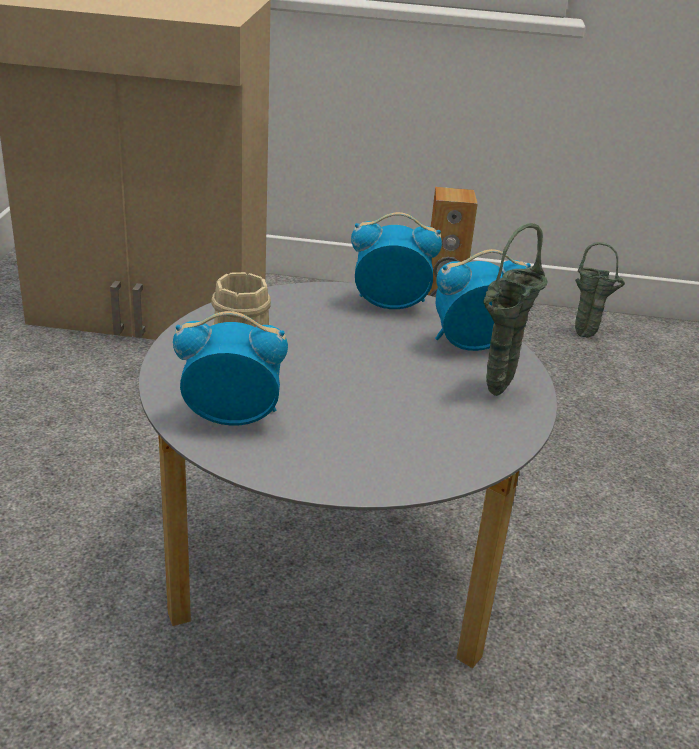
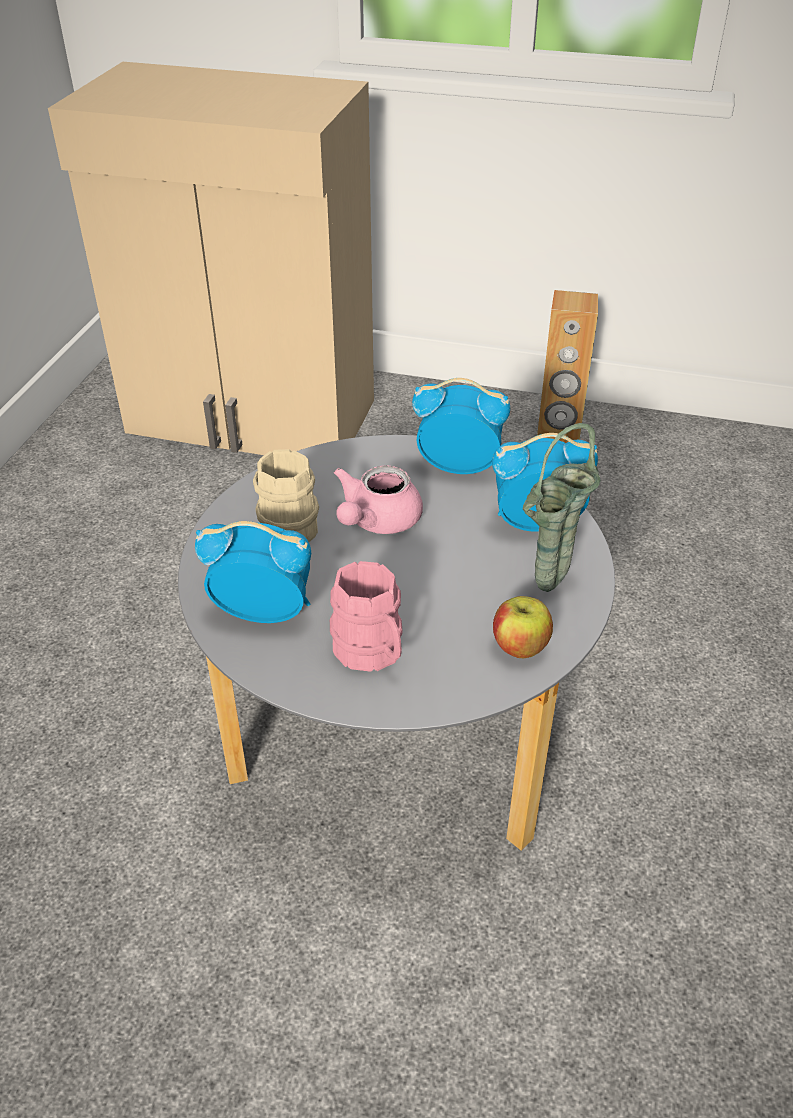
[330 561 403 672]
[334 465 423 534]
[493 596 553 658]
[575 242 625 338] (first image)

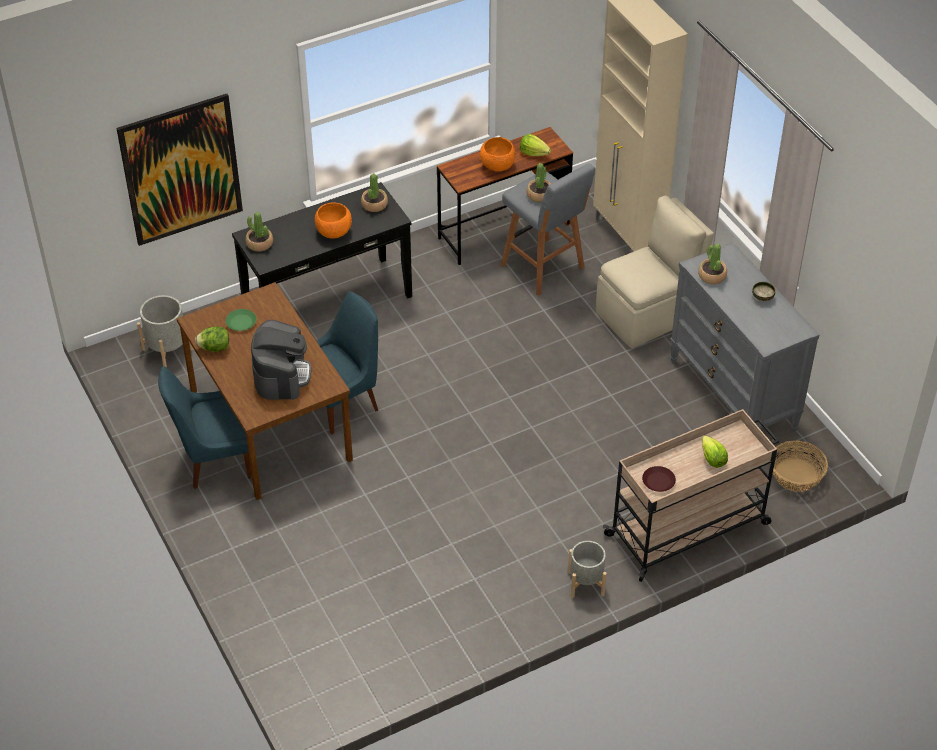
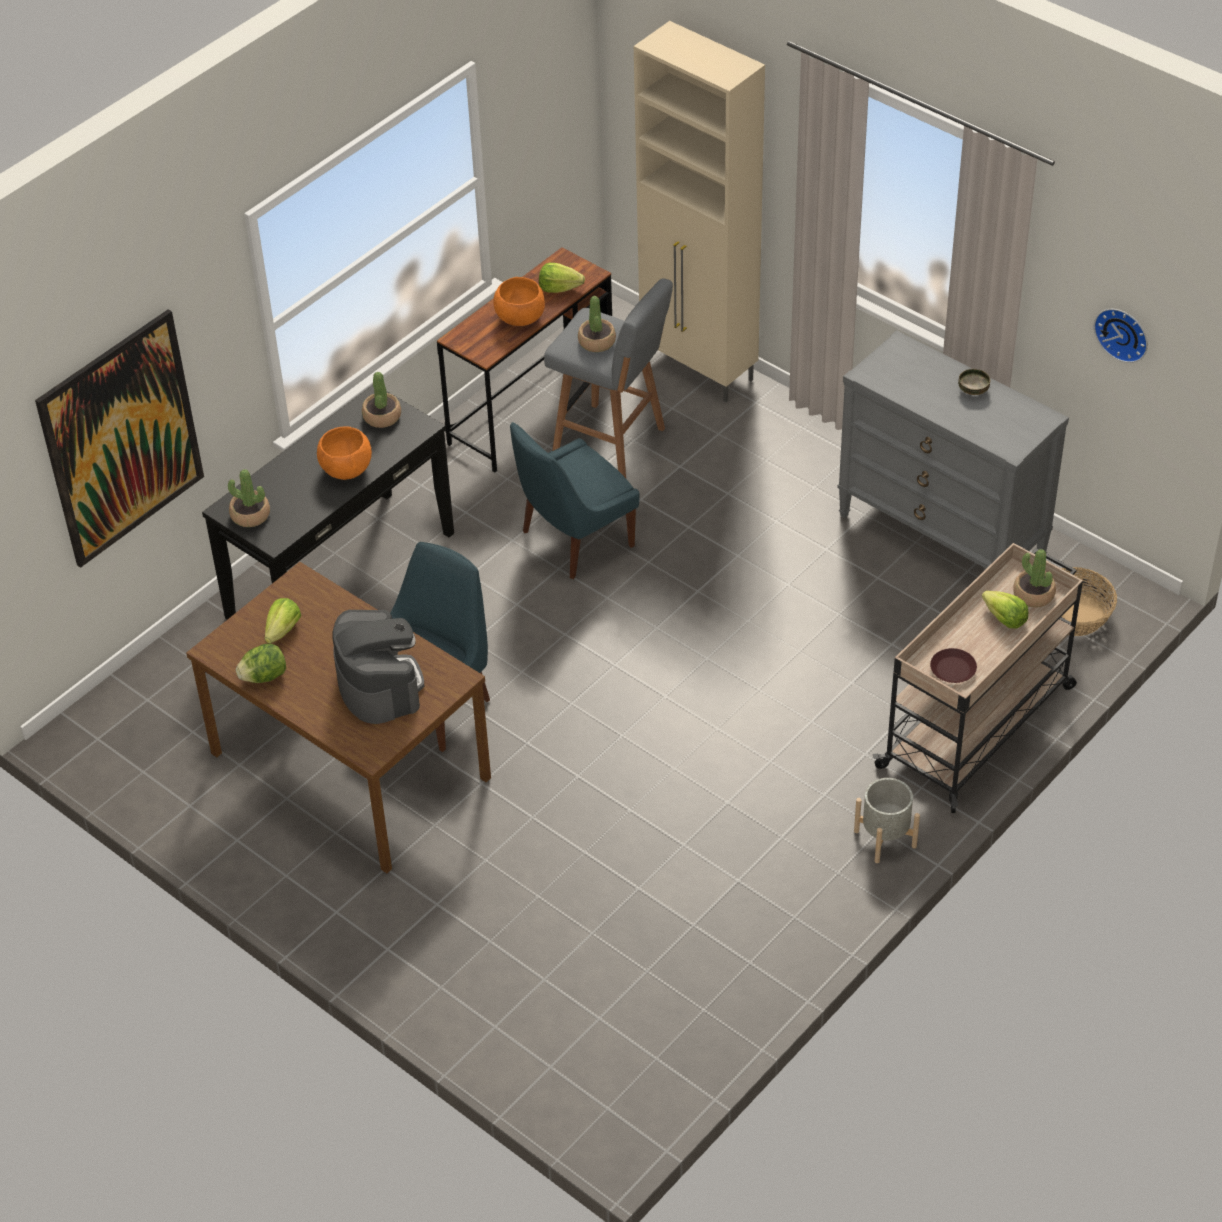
[265 598 301 644]
[510 422 640 579]
[1013 549 1056 607]
[1094 309 1148 363]
[137 295 194 368] (first image)
[596 196 714 349] (first image)

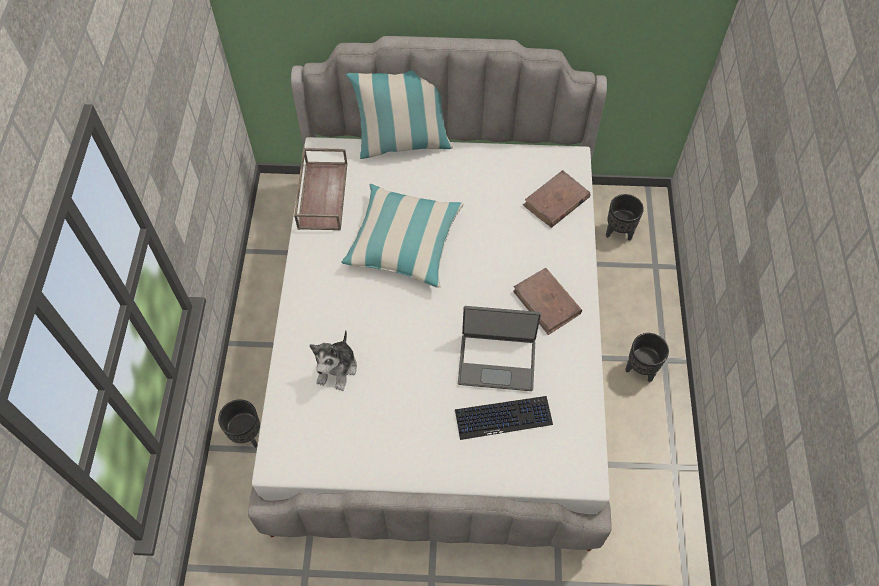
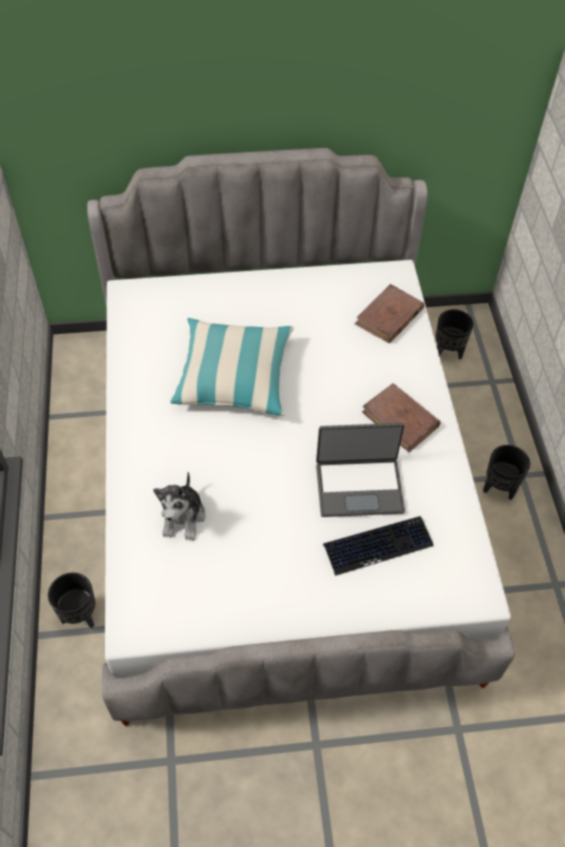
[294 148 347 231] (first image)
[346 70 453 159] (first image)

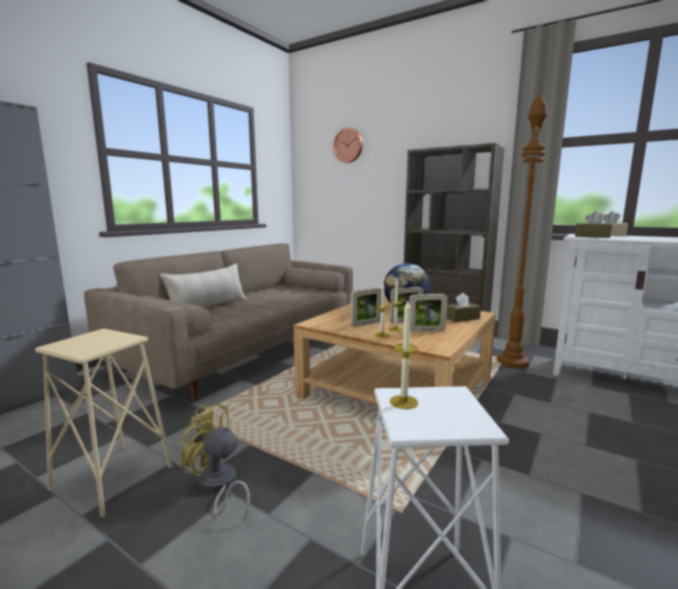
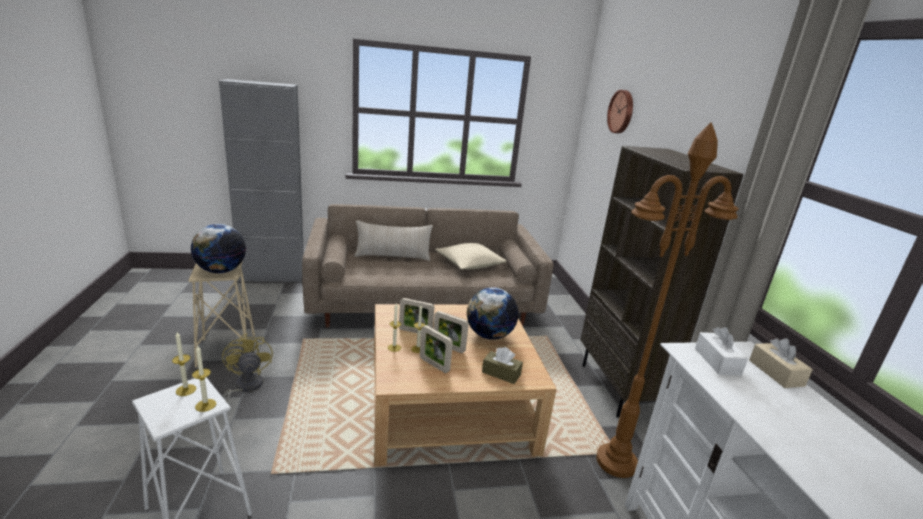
[191 224 246 273]
[192 346 216 412]
[436 243 506 269]
[695 327 748 376]

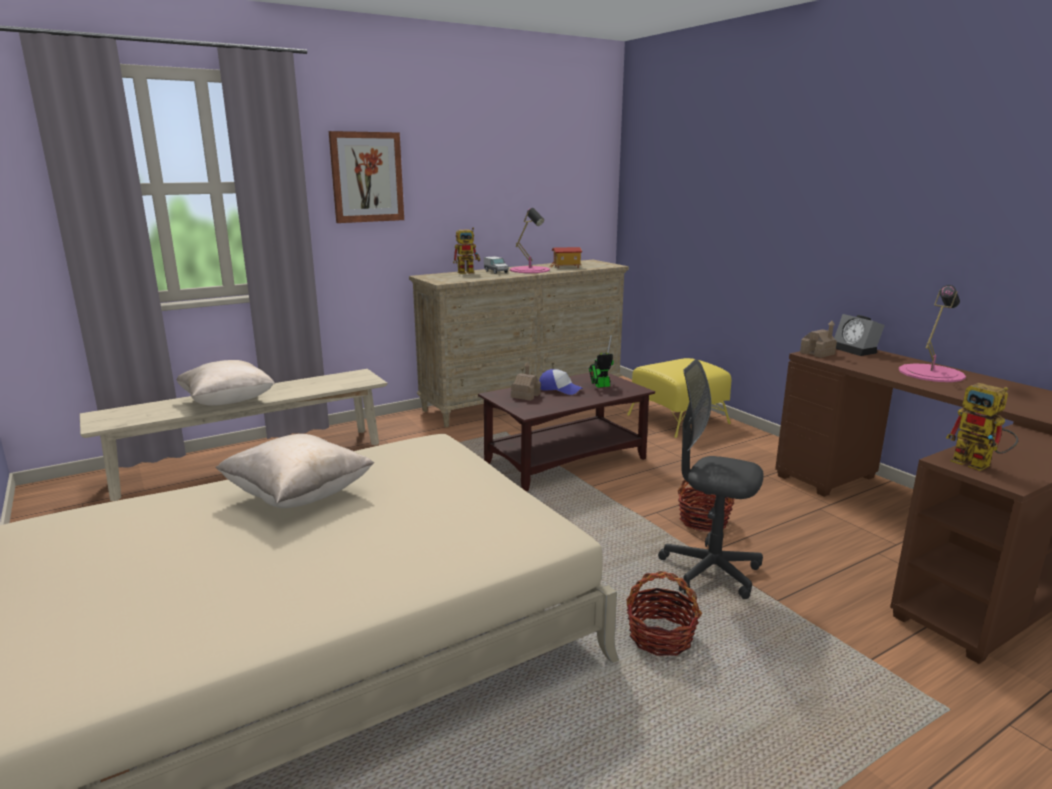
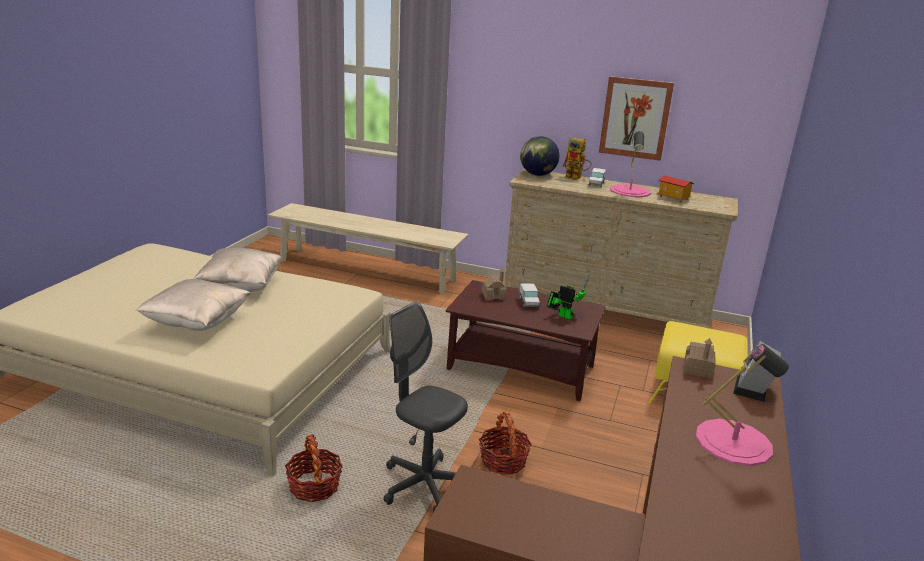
[136 279 251 331]
[384 302 468 512]
[519 283 540 308]
[520 136 559 176]
[599 76 674 161]
[946 383 1019 471] (first image)

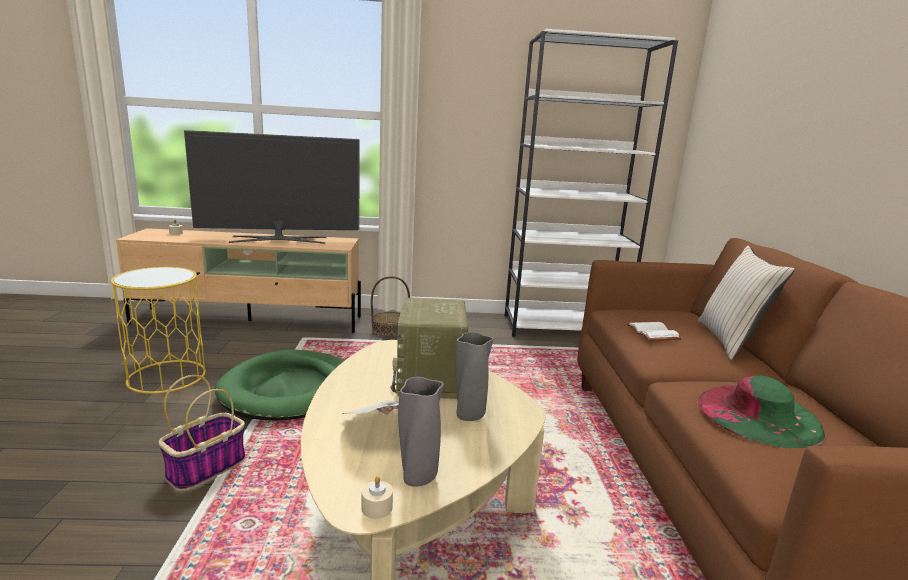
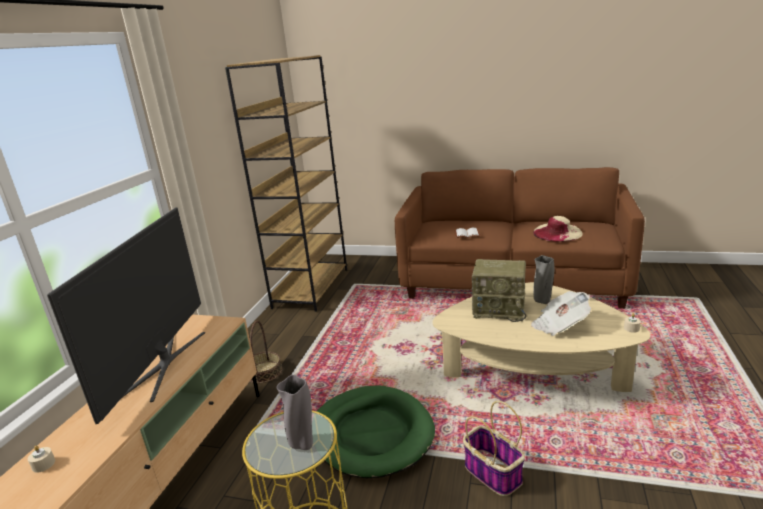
[225 55 347 312]
[277 375 313 450]
[533 216 583 241]
[698 246 795 360] (first image)

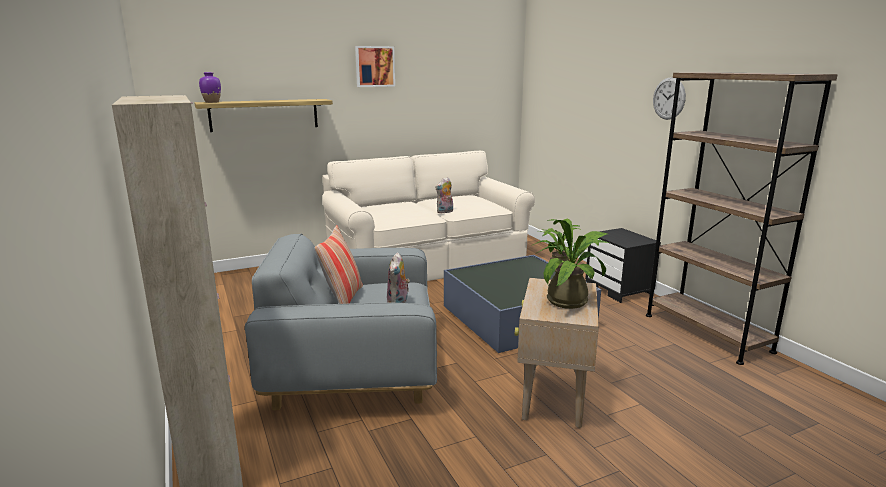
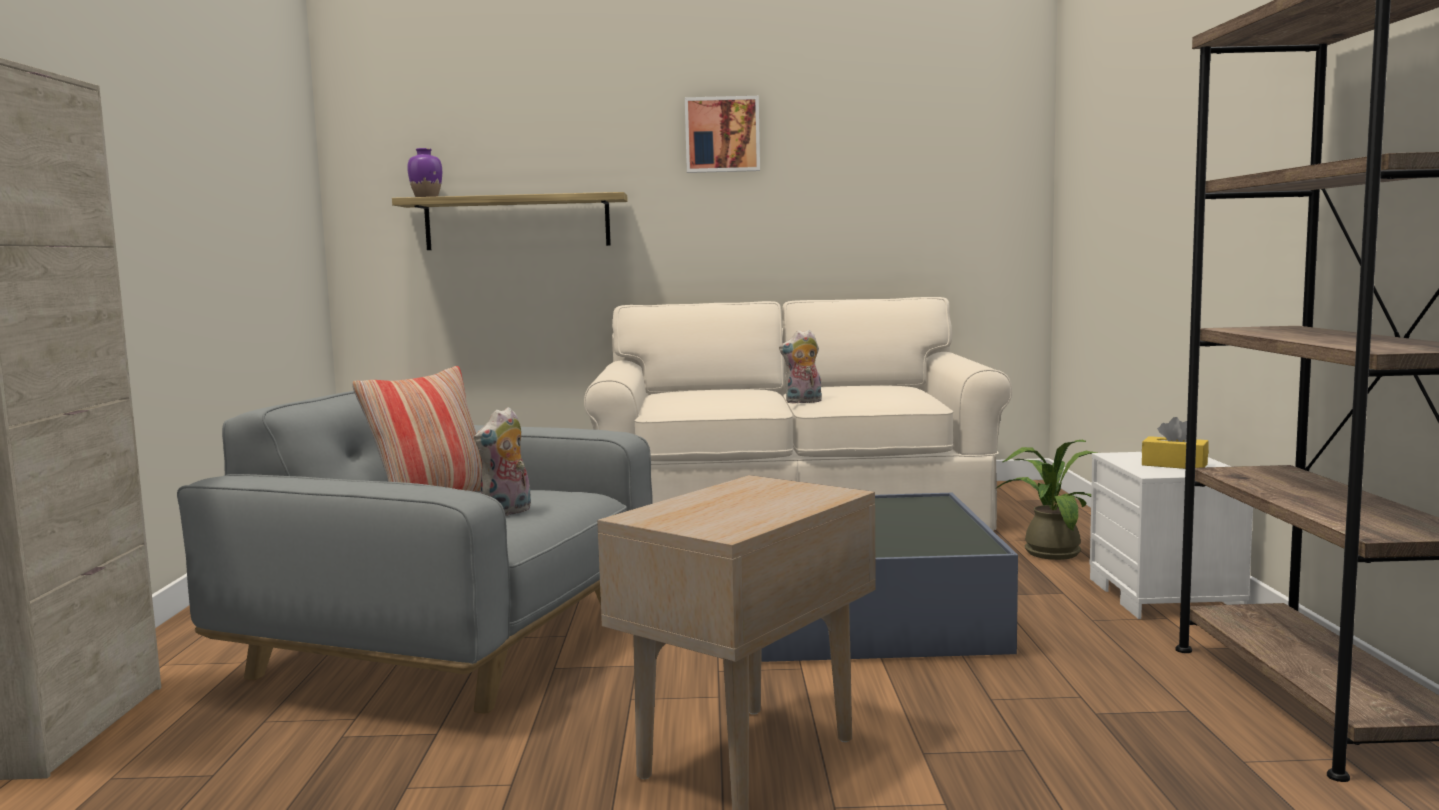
[1090 452 1253 619]
[1142 417 1209 469]
[537 219 609 309] (first image)
[653 77 686 120] (first image)

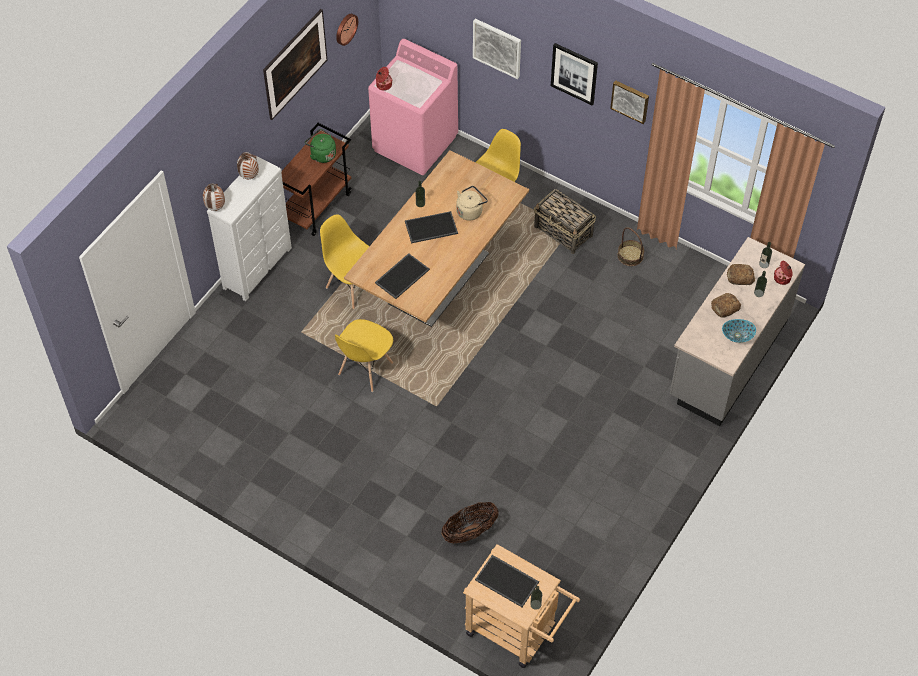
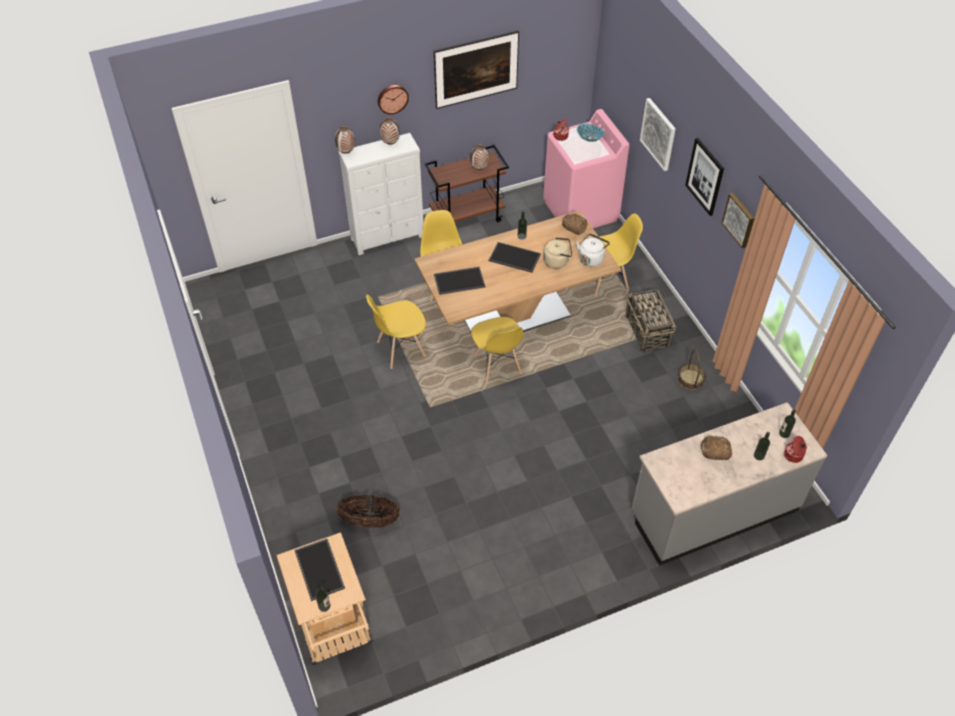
[378 85 409 114]
[471 144 489 170]
[471 317 524 384]
[562 213 587 235]
[576 233 610 267]
[577 123 605 142]

